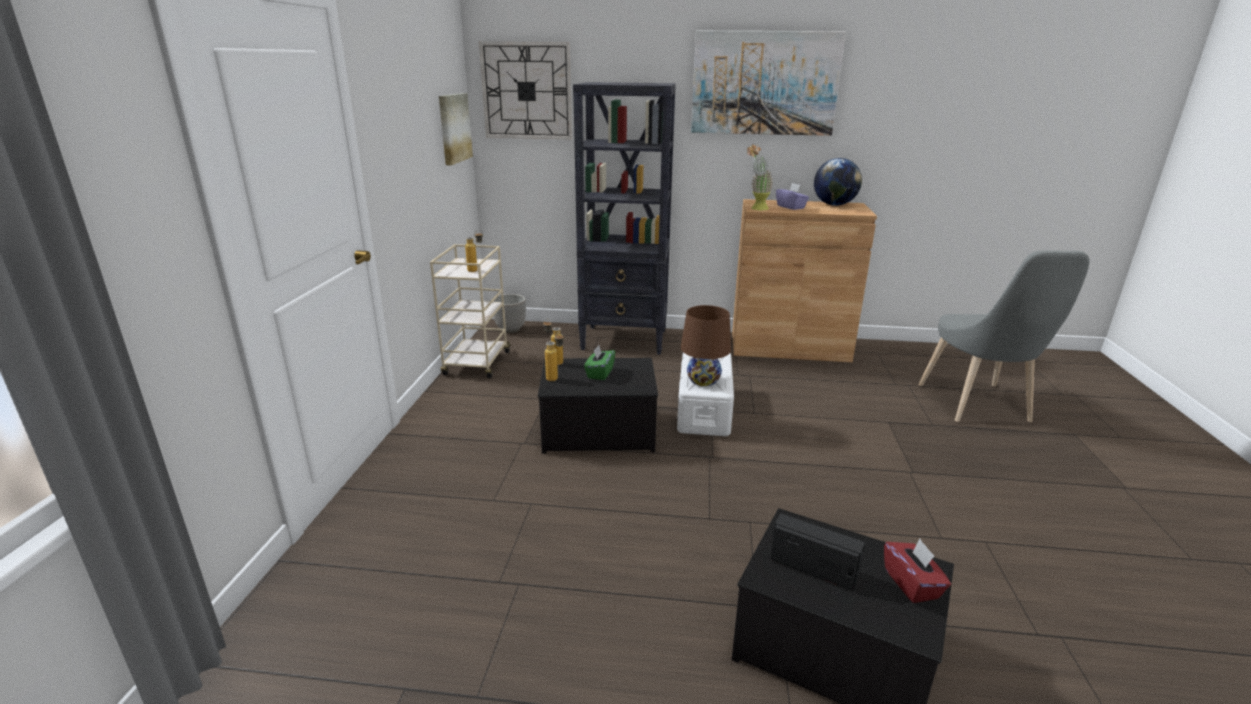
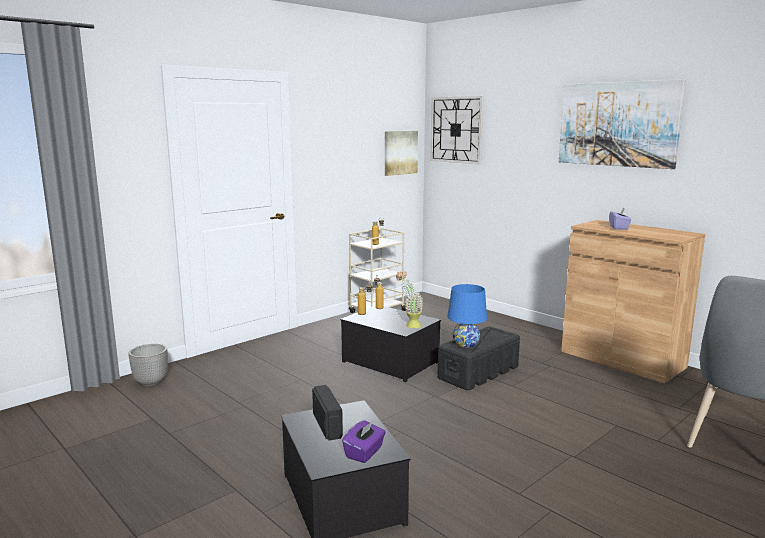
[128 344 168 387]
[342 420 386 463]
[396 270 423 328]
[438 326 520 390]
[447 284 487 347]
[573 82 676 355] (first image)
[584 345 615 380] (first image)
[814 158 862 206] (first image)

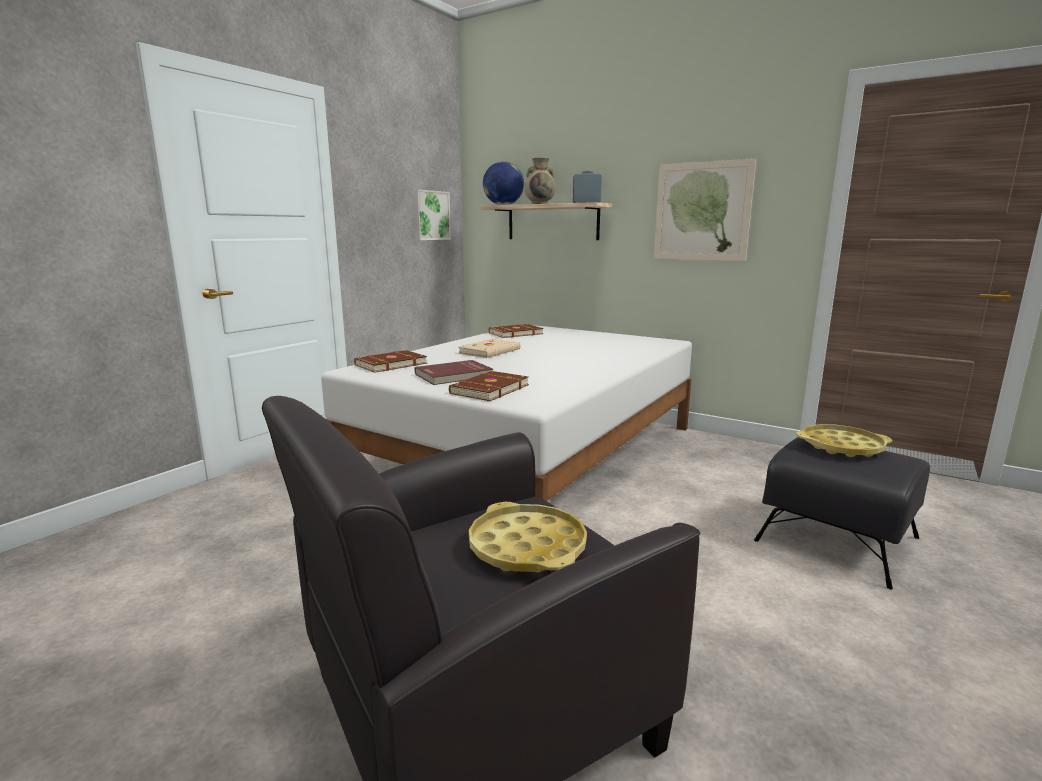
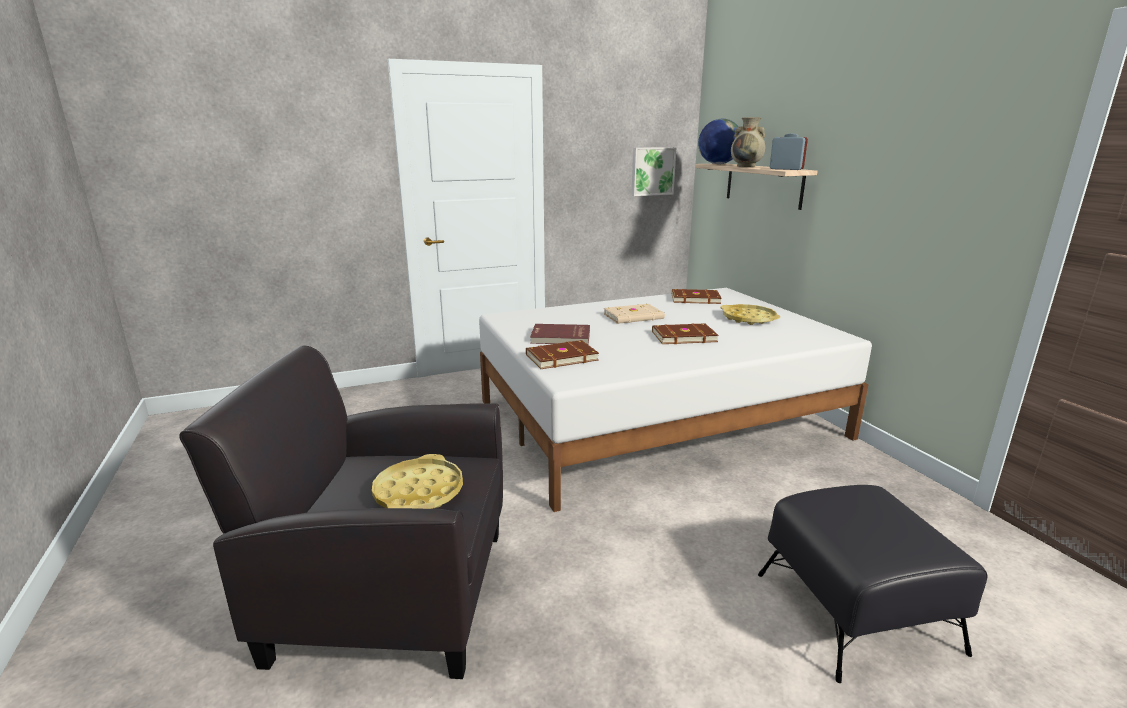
[652 324 719 344]
[720 304 780 325]
[654 159 756 261] (first image)

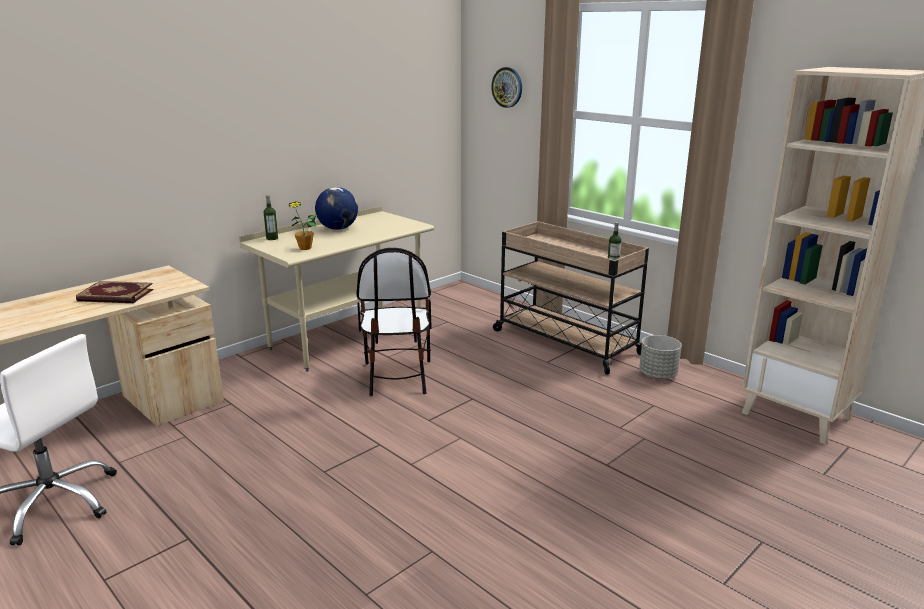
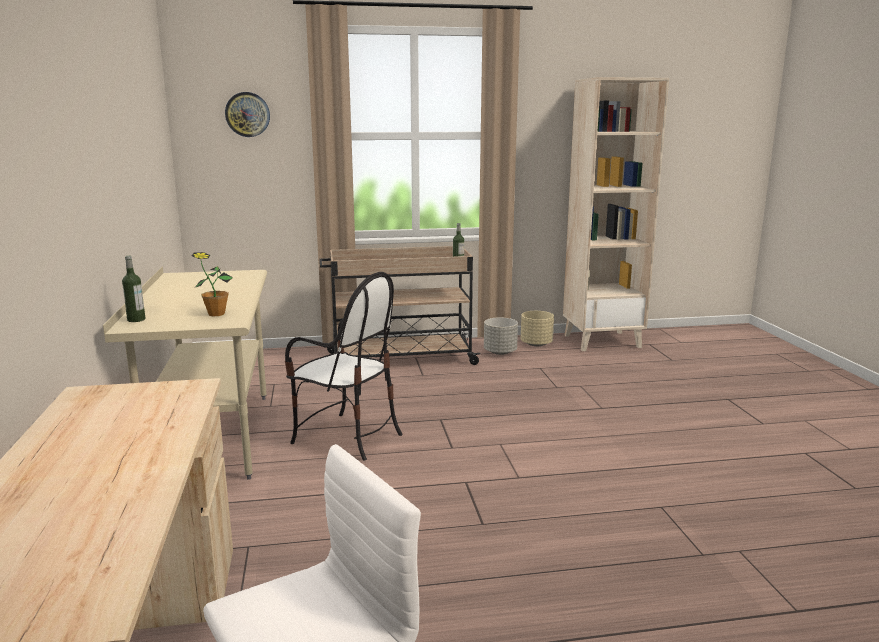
[521 311 554 346]
[76 281 154 303] (first image)
[315 187 358 230] (first image)

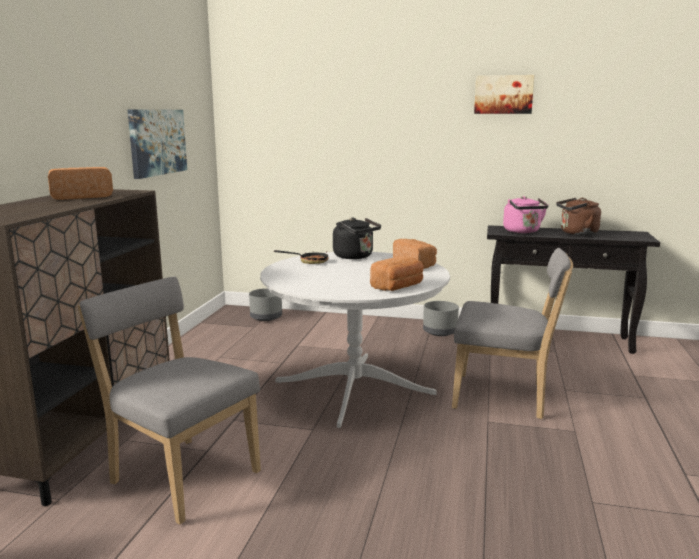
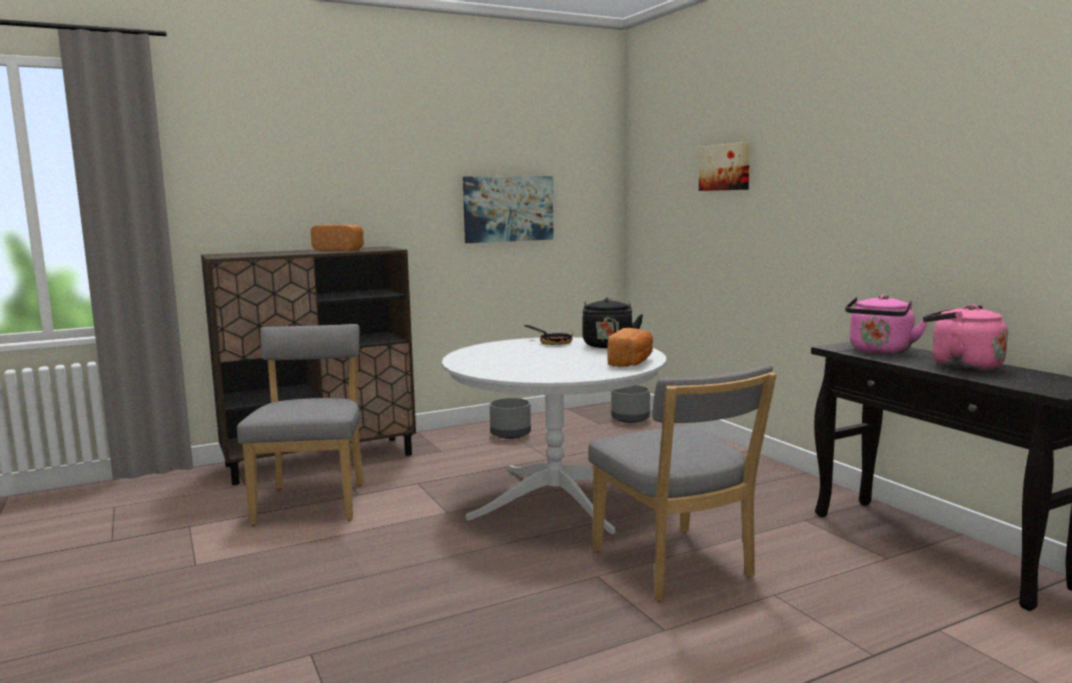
[490 398 531 439]
[699 142 750 191]
[923 304 1008 371]
[370 255 423 291] (first image)

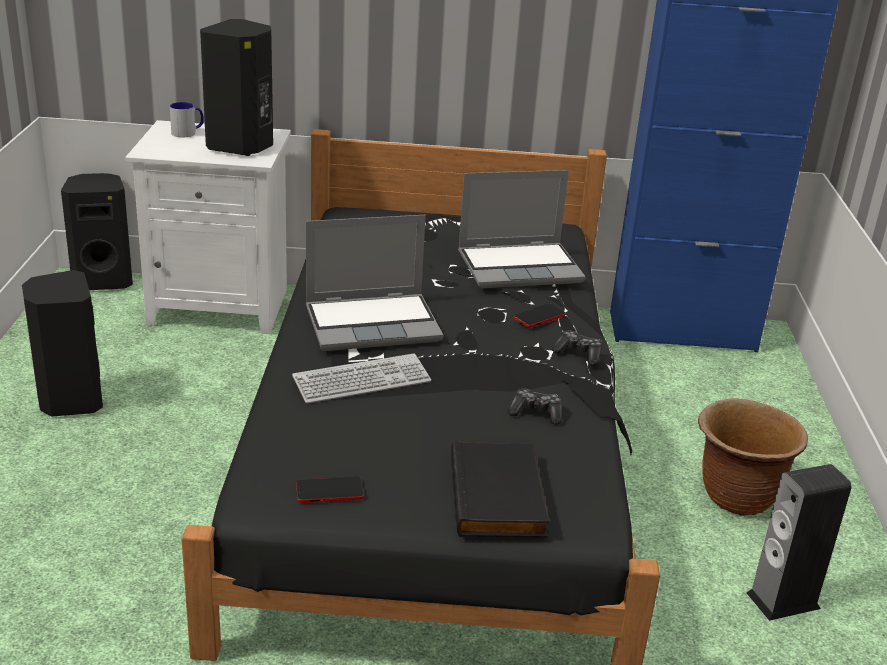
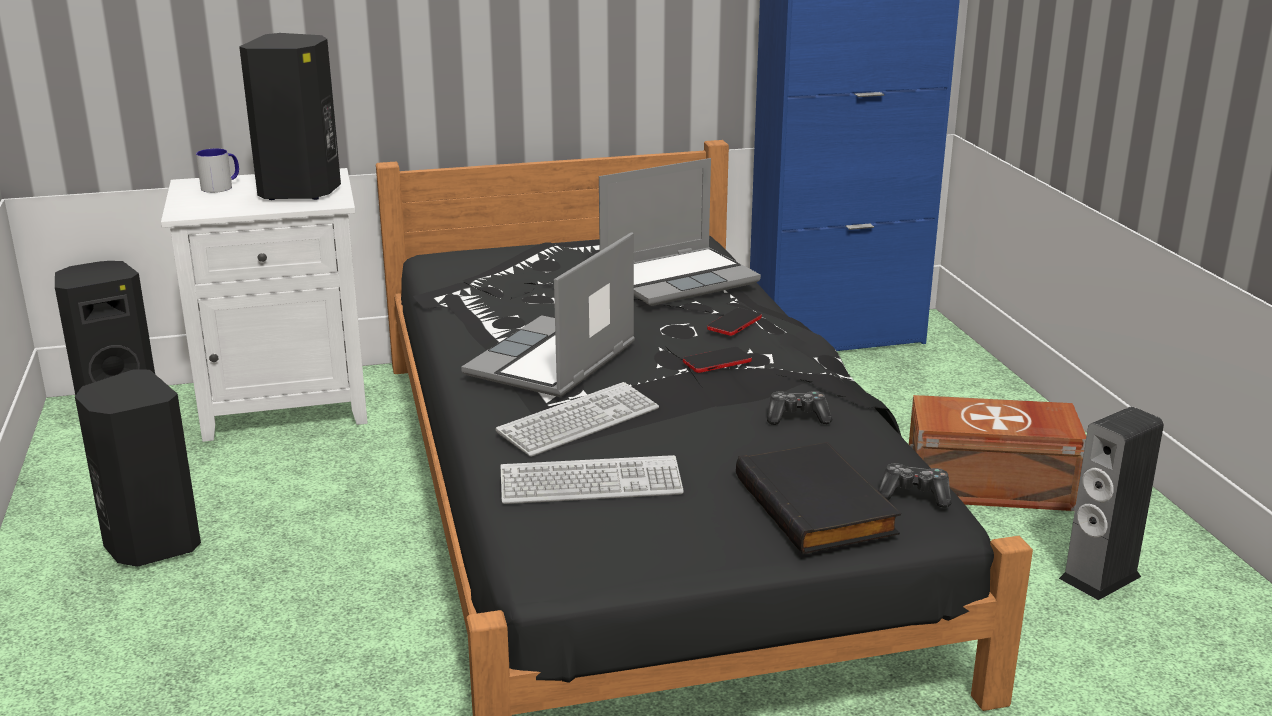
[461 232 635 397]
[500 455 684 504]
[683 347 752 373]
[878 463 952 508]
[909 395 1086 511]

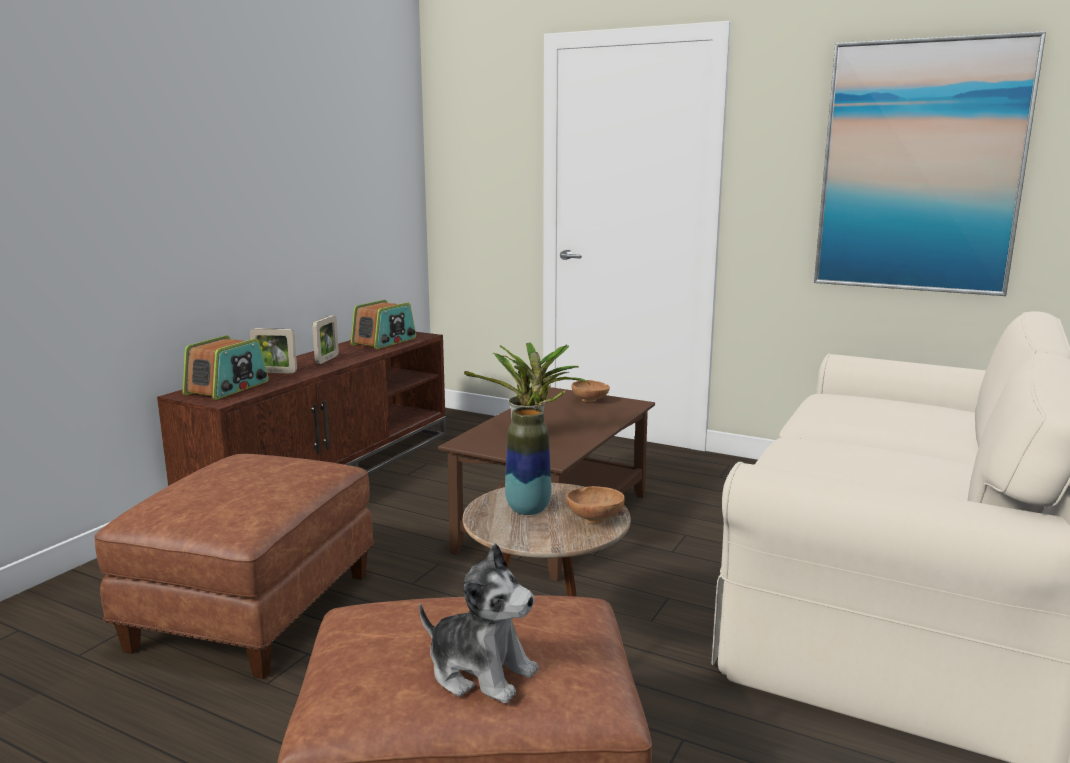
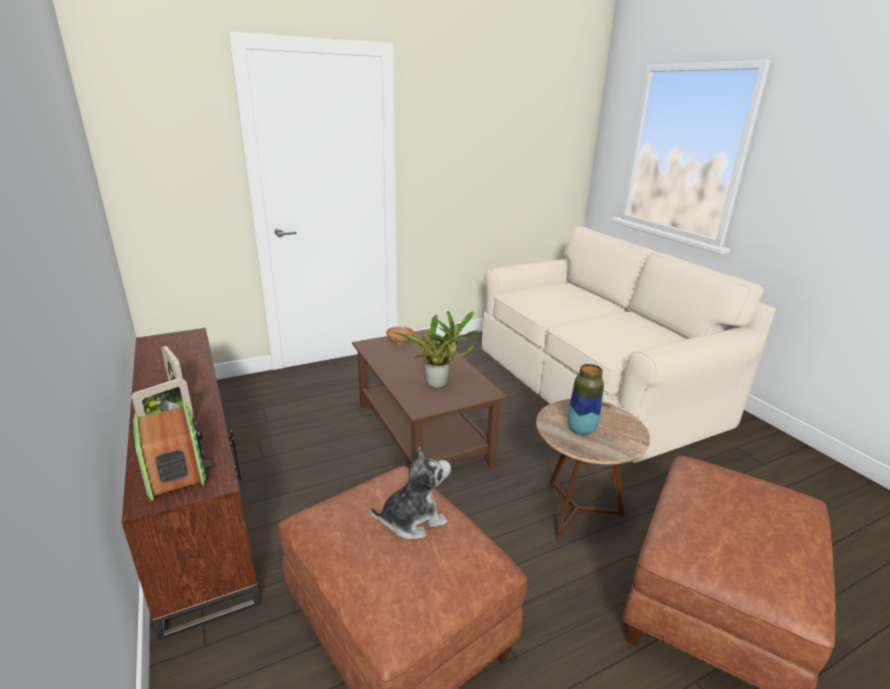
[370 446 451 539]
[351 300 416 349] (first image)
[566 486 625 524] (first image)
[814 31 1046 296] (first image)

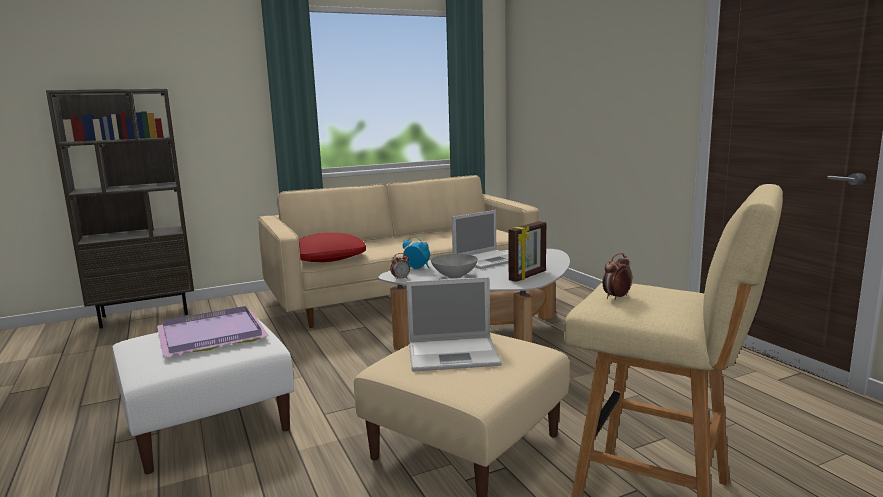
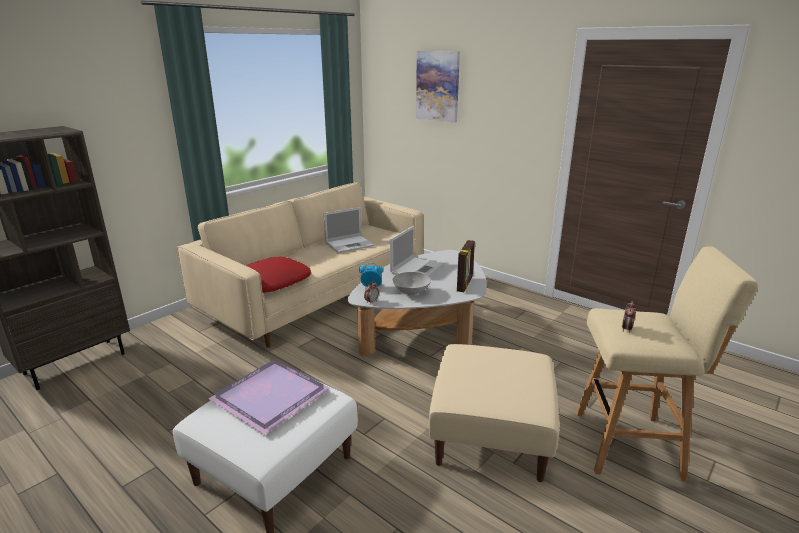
[324 207 375 253]
[416 51 460 123]

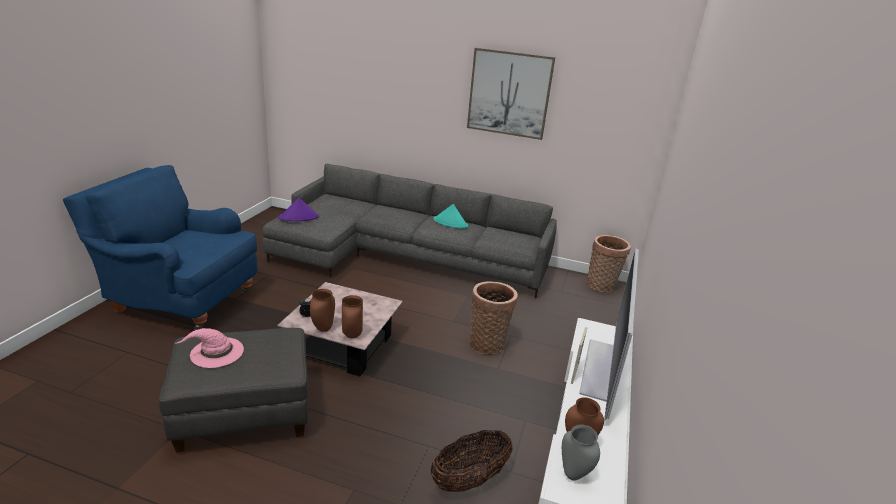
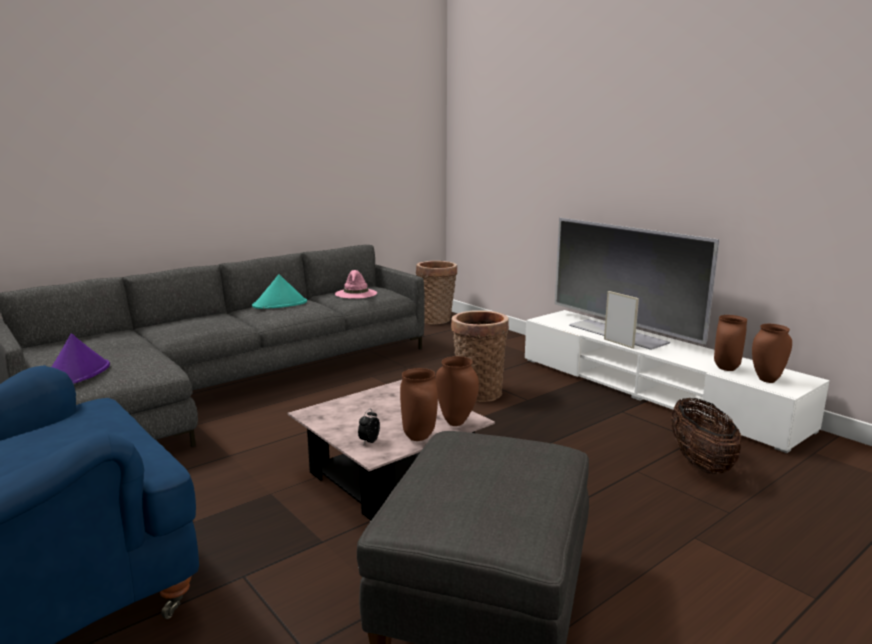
[335 270 377 298]
[752 324 792 383]
[467 48 555 140] (first image)

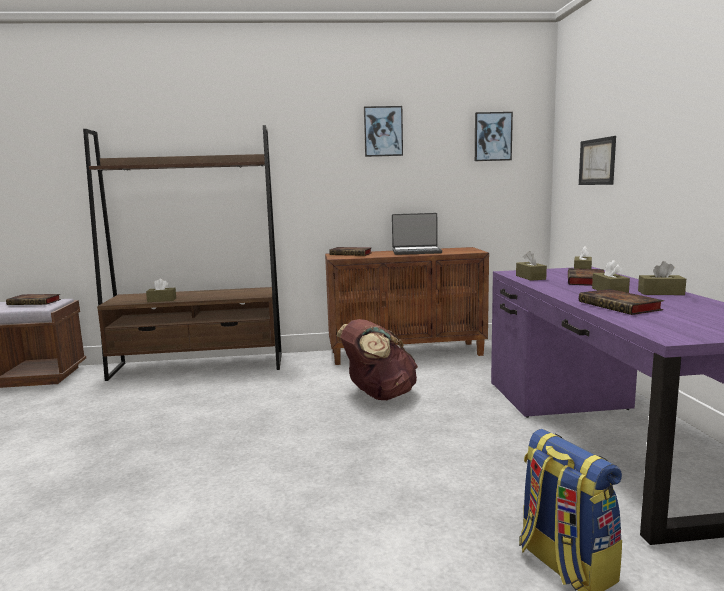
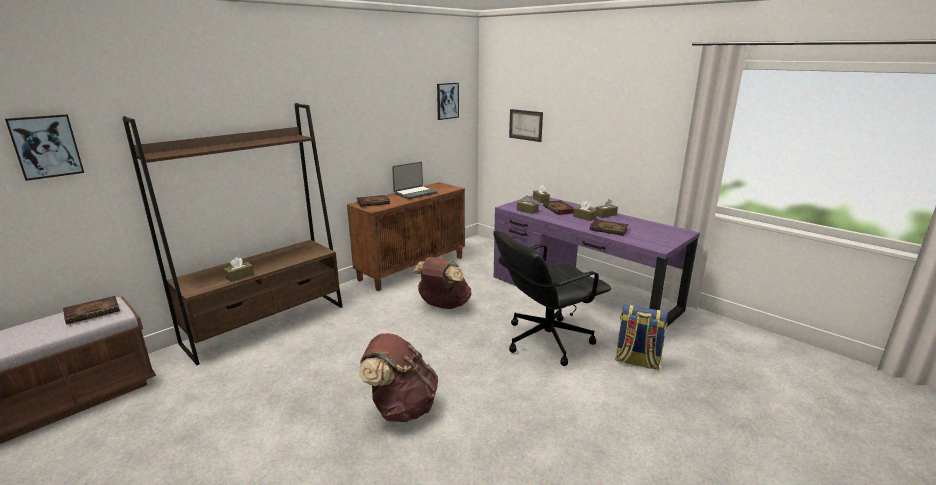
[5 114 84 181]
[359 333 438 422]
[494 230 611 366]

